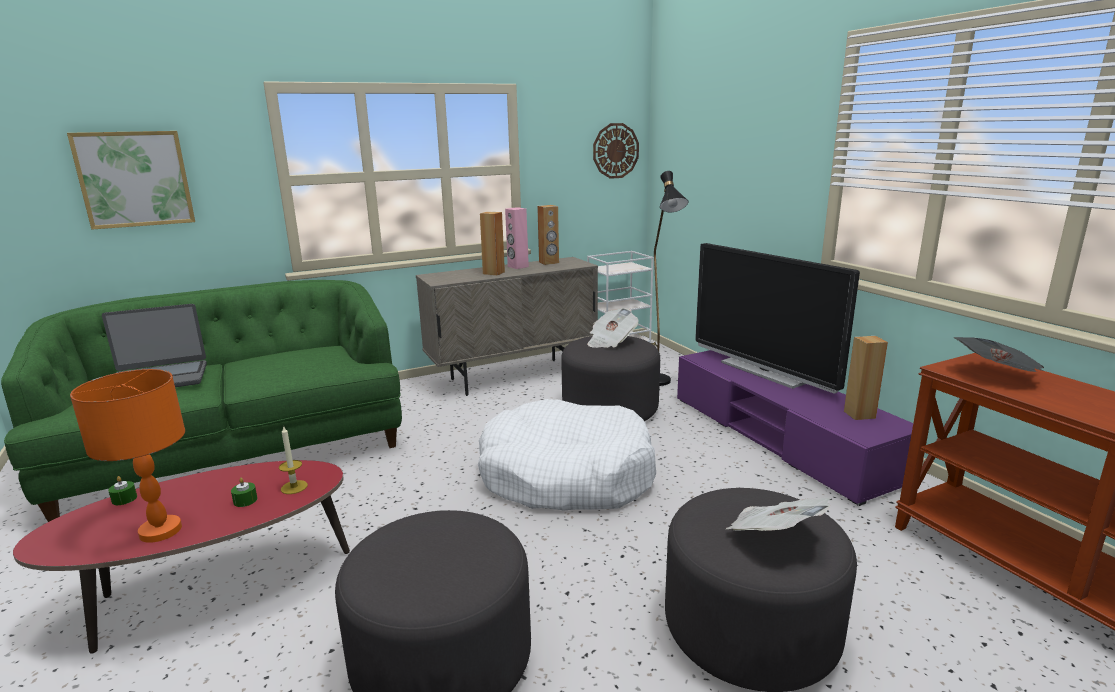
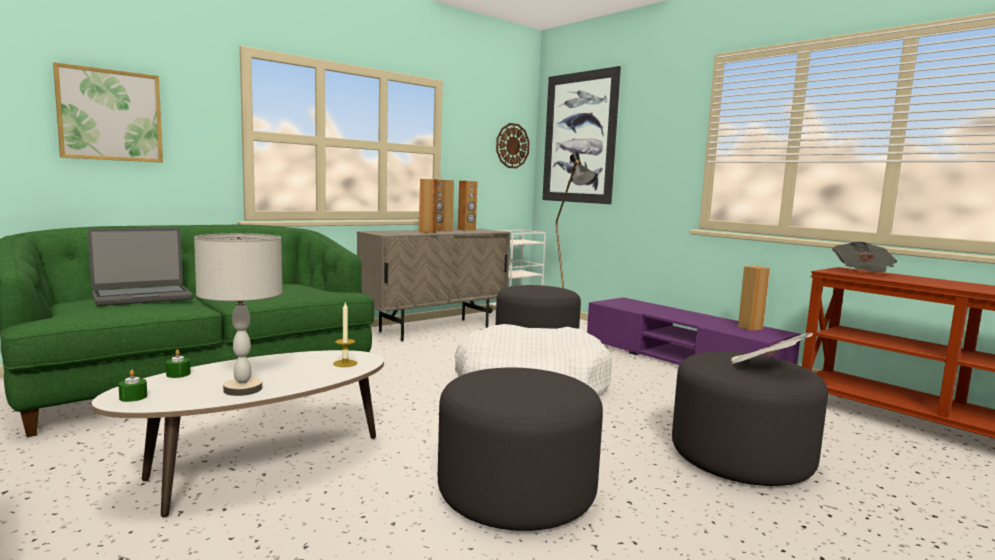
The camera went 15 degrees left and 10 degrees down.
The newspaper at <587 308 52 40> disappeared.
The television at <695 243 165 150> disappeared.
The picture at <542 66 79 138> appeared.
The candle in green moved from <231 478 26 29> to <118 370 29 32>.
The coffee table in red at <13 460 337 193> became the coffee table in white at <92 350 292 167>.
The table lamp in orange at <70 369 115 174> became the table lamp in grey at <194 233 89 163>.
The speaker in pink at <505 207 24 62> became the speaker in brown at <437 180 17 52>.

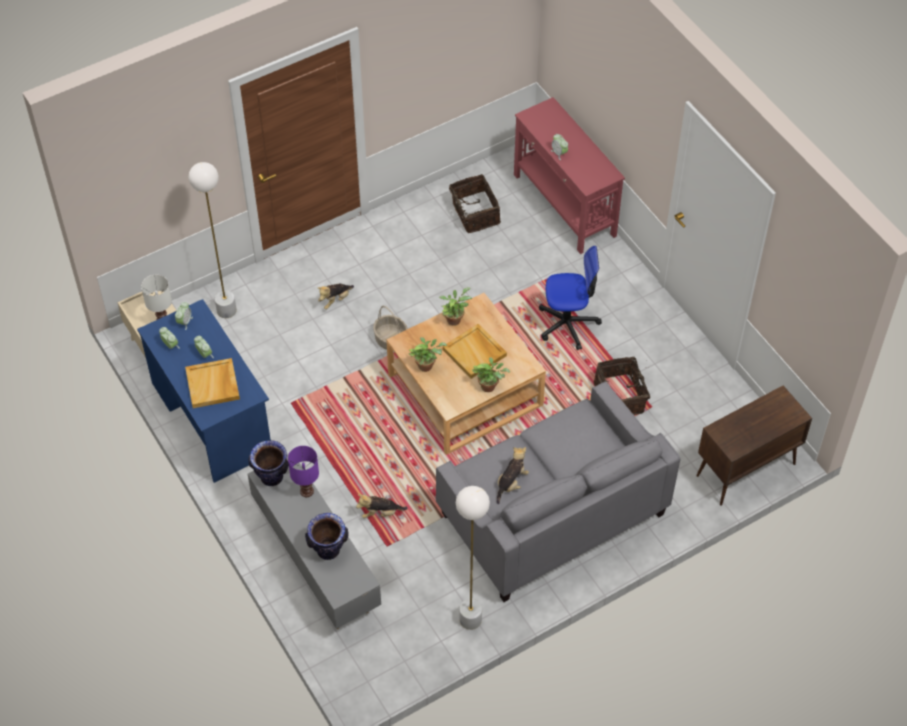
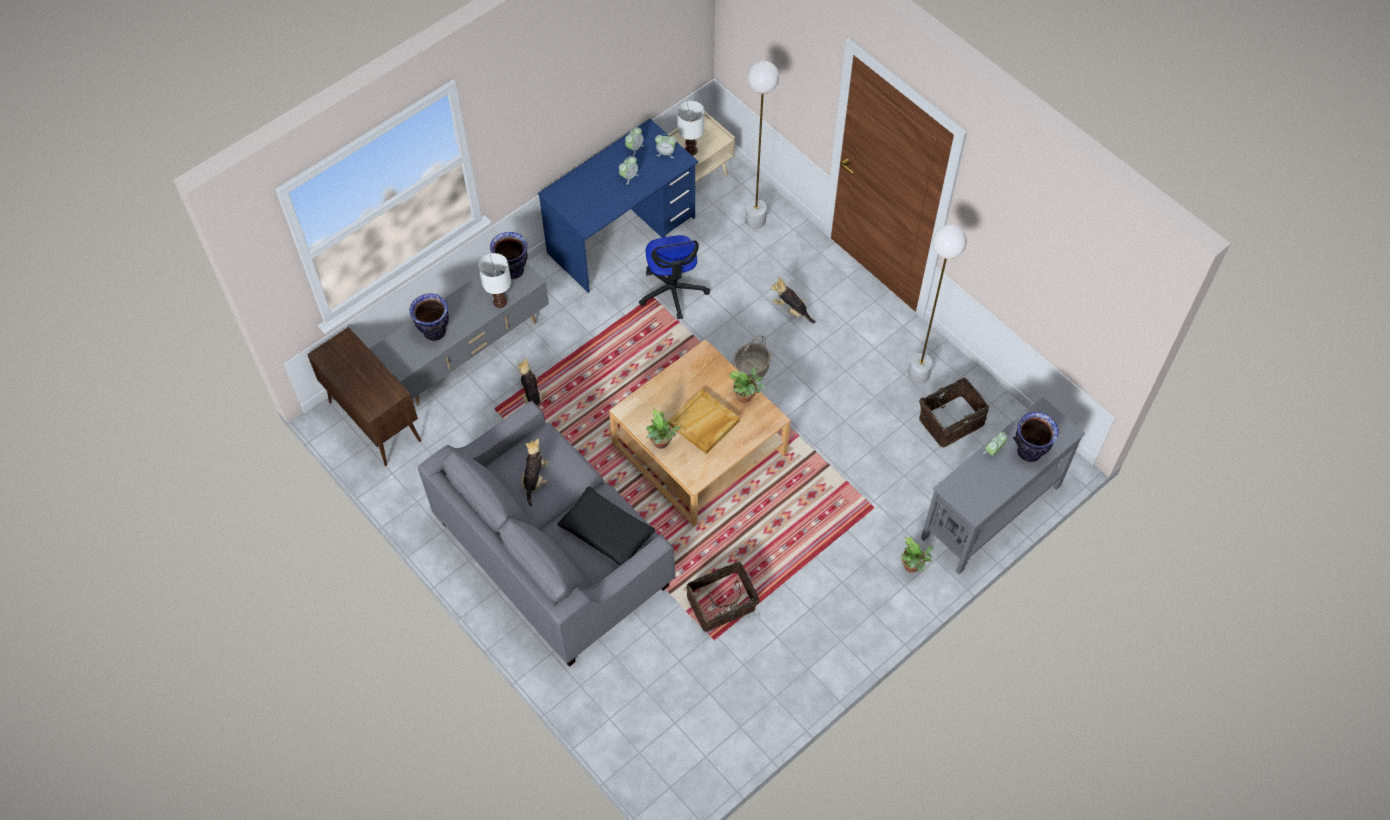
The camera went 80 degrees right and 5 degrees up.
The tray in beige at <185 358 55 50> disappeared.
The pillow in black at <557 486 98 80> appeared.
The vase at <1013 412 46 50> appeared.
The potted plant moved from <409 337 39 35> to <901 537 32 36>.
The floor lamp in white moved from <456 486 34 144> to <908 224 59 160>.
The office chair moved from <539 246 63 104> to <639 235 71 84>.
The cabinet in brown moved from <696 385 116 121> to <307 327 114 139>.
The table lamp in purple at <288 446 31 51> became the table lamp in white at <479 253 32 55>.
The console table in red at <514 97 111 157> became the console table in grey at <921 397 164 177>.
The plush toy at <497 447 32 57> turned 105 degrees counterclockwise.

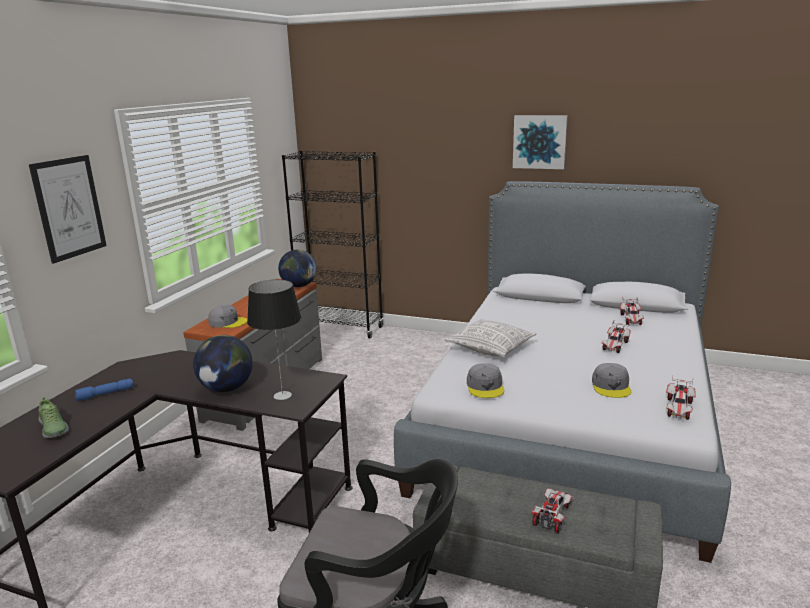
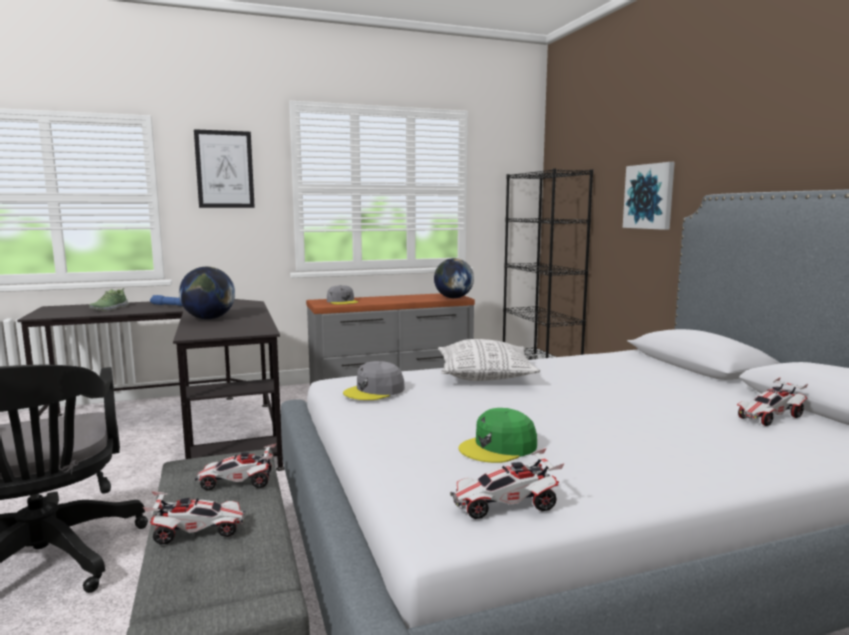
The camera went 50 degrees right and 10 degrees down.
The table lamp at <247 279 54 121> disappeared.
The picture moved from <513 115 55 54> to <623 162 52 68>.
The toy car moved from <601 321 30 32> to <195 444 81 46>.
The cap in grey at <592 363 39 35> became the cap in green at <459 408 78 55>.

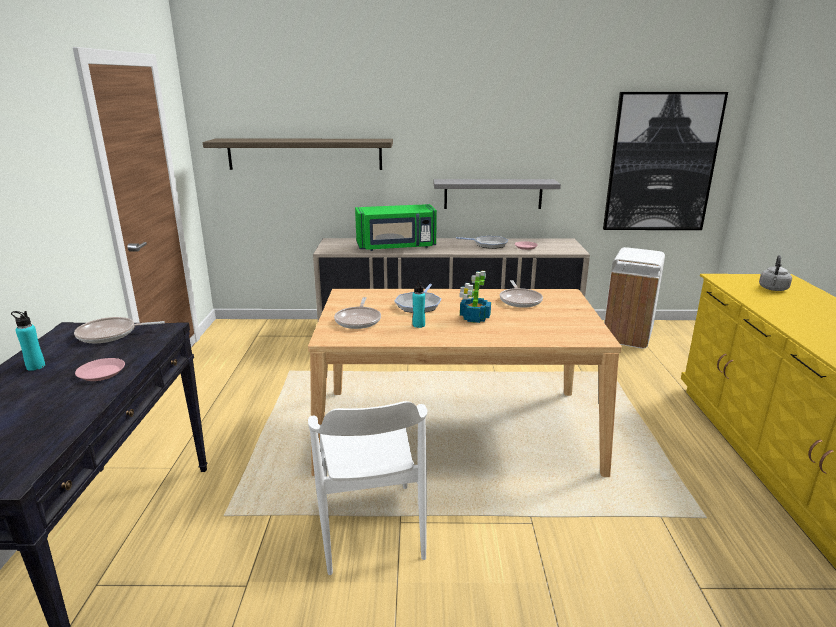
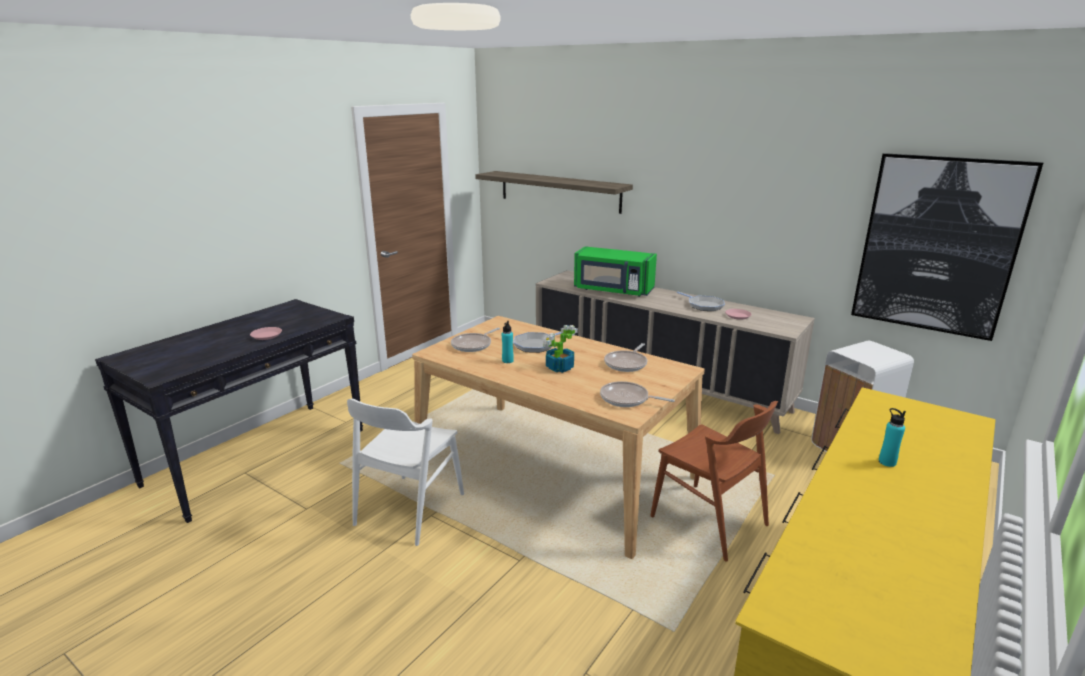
The camera went 35 degrees right and 0 degrees up.
The shelf in grey at <434 179 127 30> disappeared.
The kettle in grey at <759 255 33 36> disappeared.
The chair in brown at <650 401 128 160> appeared.
The bottle in turquoise moved from <11 311 34 60> to <879 408 27 59>.
The frying pan moved from <74 317 91 26> to <600 381 75 26>.

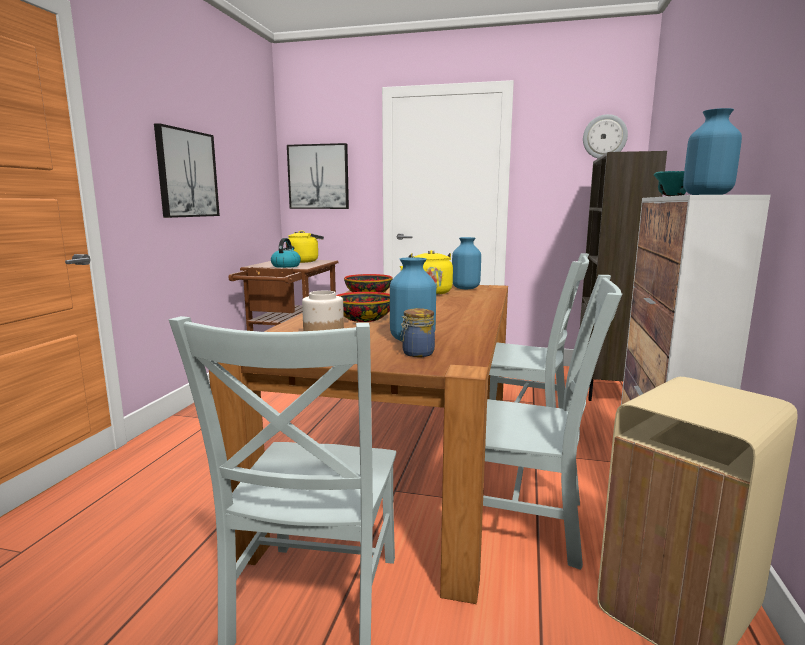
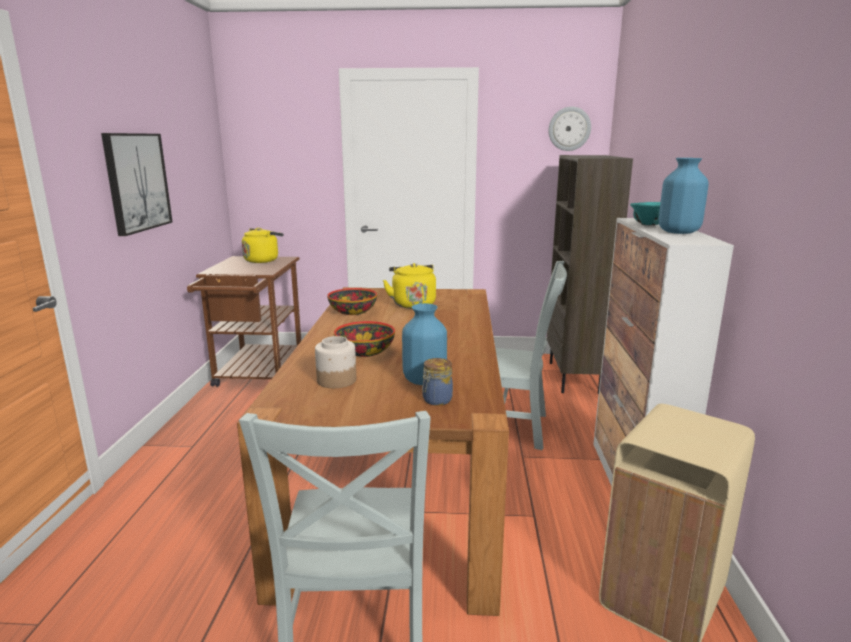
The camera went 10 degrees left and 5 degrees up.
The kettle at <271 238 30 30> disappeared.
The picture at <287 143 62 66> disappeared.
The vase in blue at <452 237 29 52> disappeared.
The chair in grey at <483 275 139 295> disappeared.

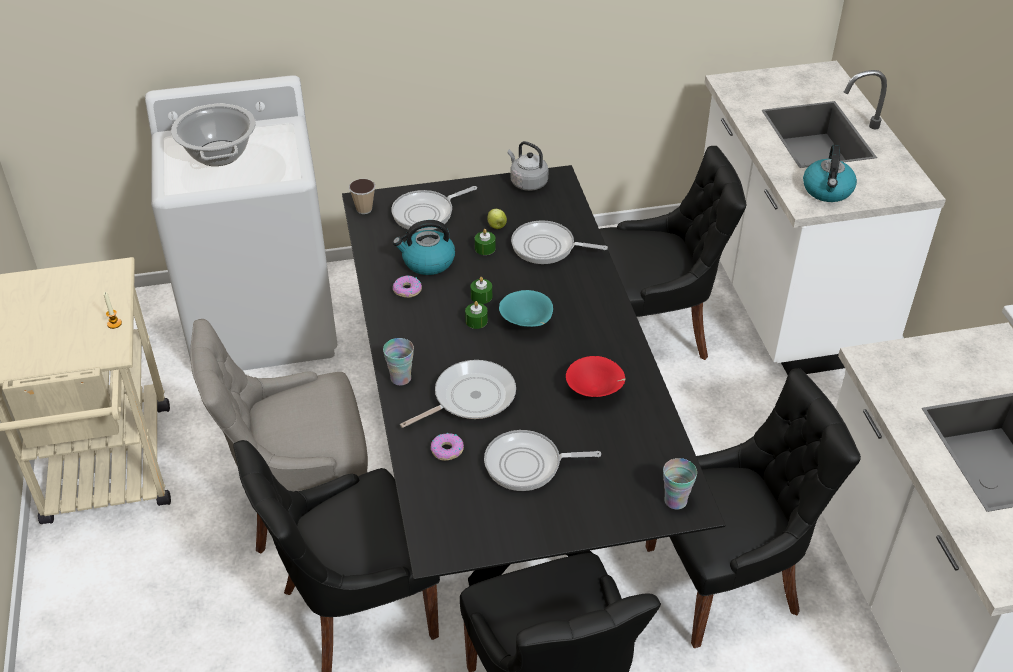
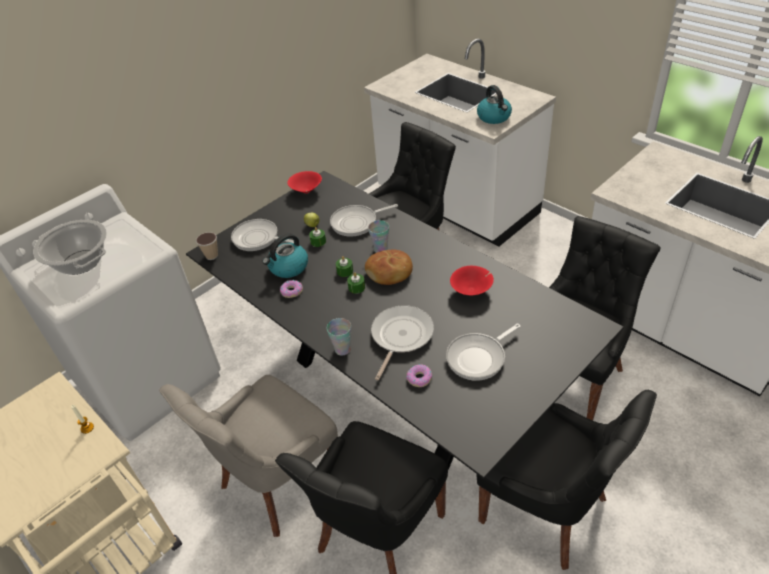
The camera went 30 degrees left and 0 degrees up.
The cup moved from <663 458 34 52> to <368 220 21 33>.
The bowl in turquoise at <499 290 54 37> was replaced by the bread at <365 250 48 35>.
The kettle in grey at <508 141 40 50> was replaced by the bowl in red at <287 171 35 23>.
The frying pan at <391 186 86 45> turned 90 degrees clockwise.

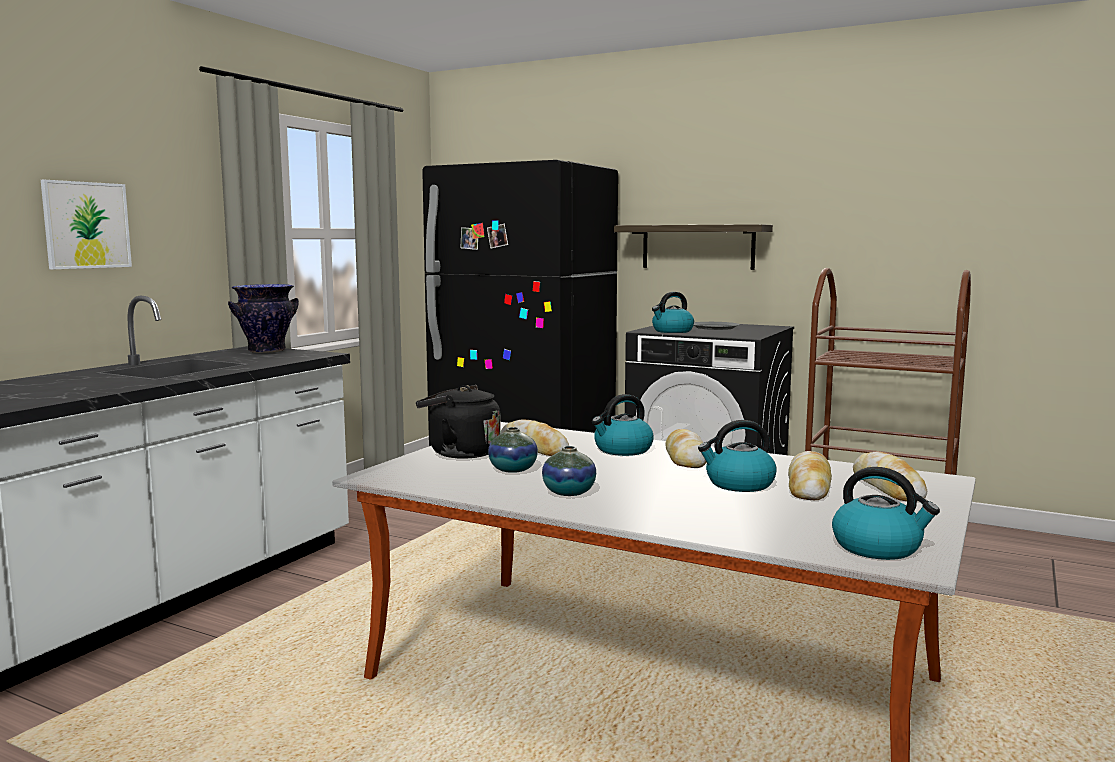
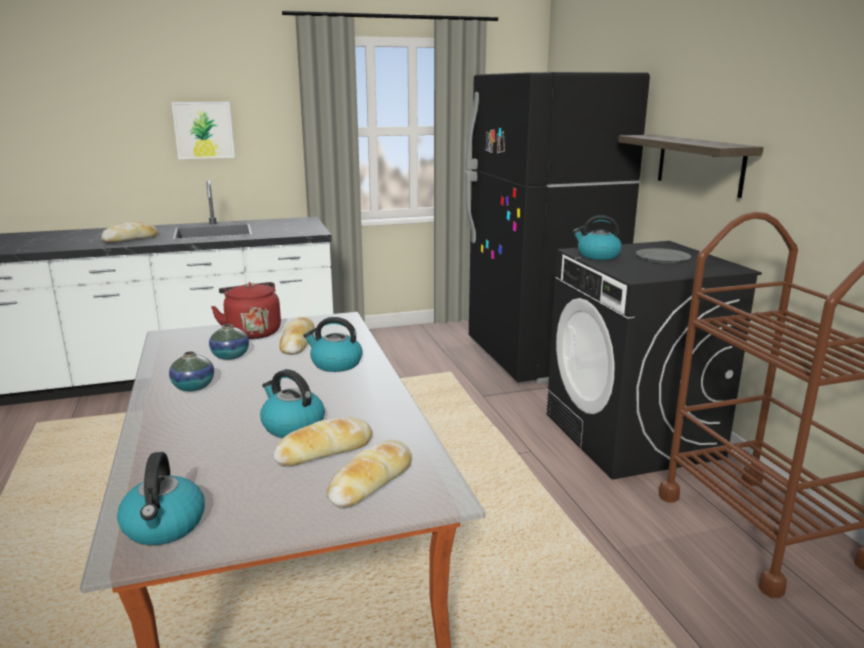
The camera went 45 degrees right and 10 degrees up.
The vase at <228 284 71 69> disappeared.
The bread moved from <665 429 42 39> to <101 221 57 21>.
The kettle in black at <416 385 85 74> became the kettle in red at <211 282 70 57>.

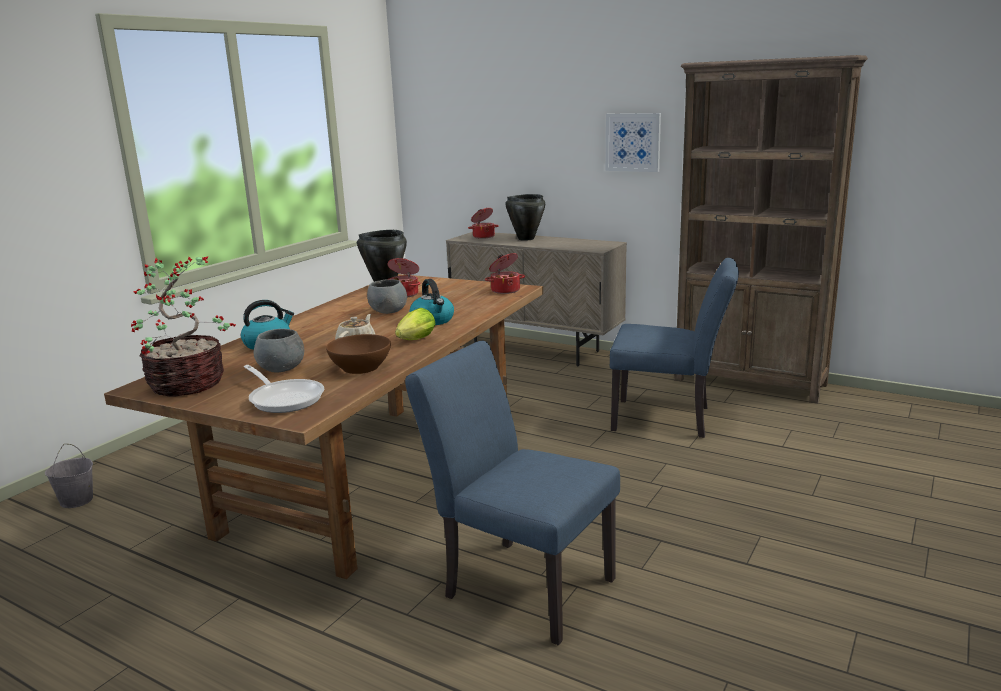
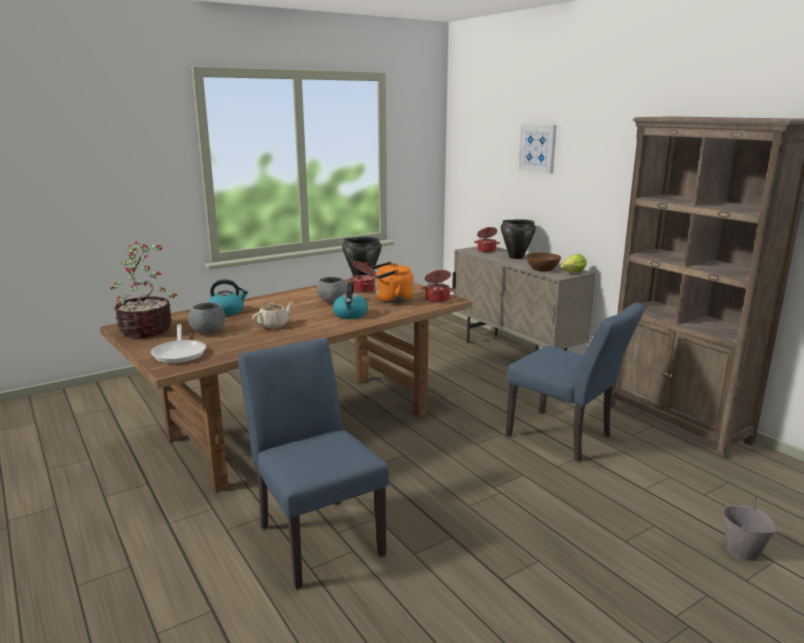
The camera went 25 degrees right and 0 degrees up.
The kettle in orange at <370 262 44 41> appeared.
The bucket in grey moved from <45 444 48 64> to <723 495 53 66>.
The bowl in brown moved from <326 334 65 40> to <526 253 35 19>.
The lettuce moved from <395 308 41 32> to <560 254 27 19>.
The picture moved from <606 113 55 59> to <518 124 39 50>.

